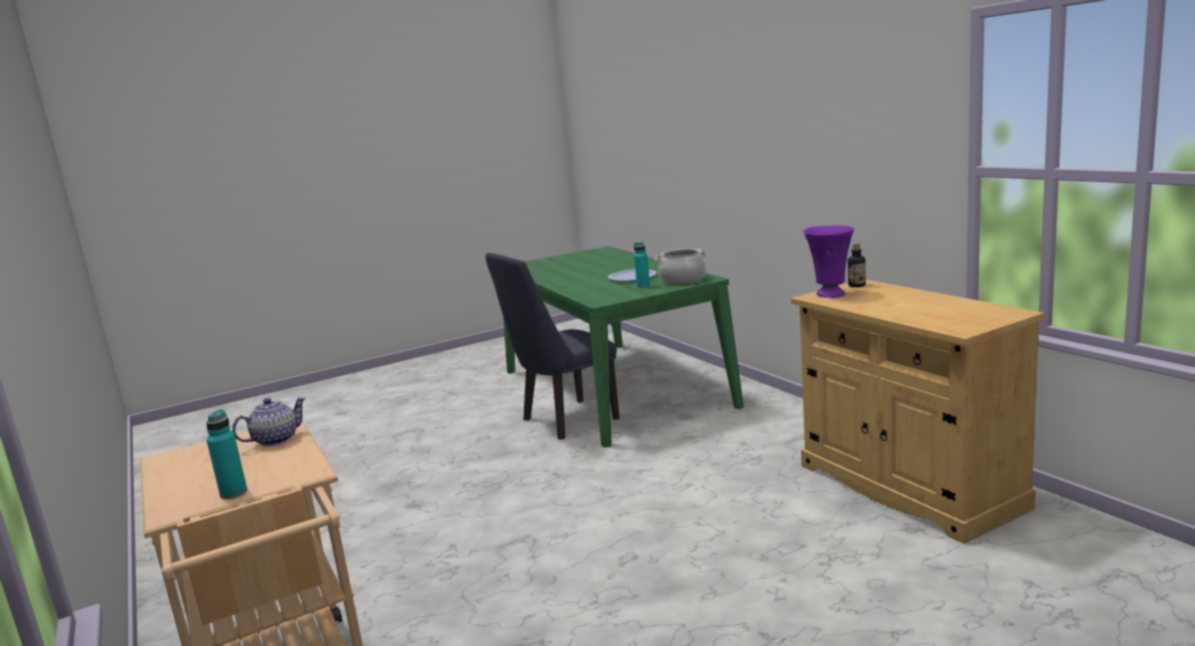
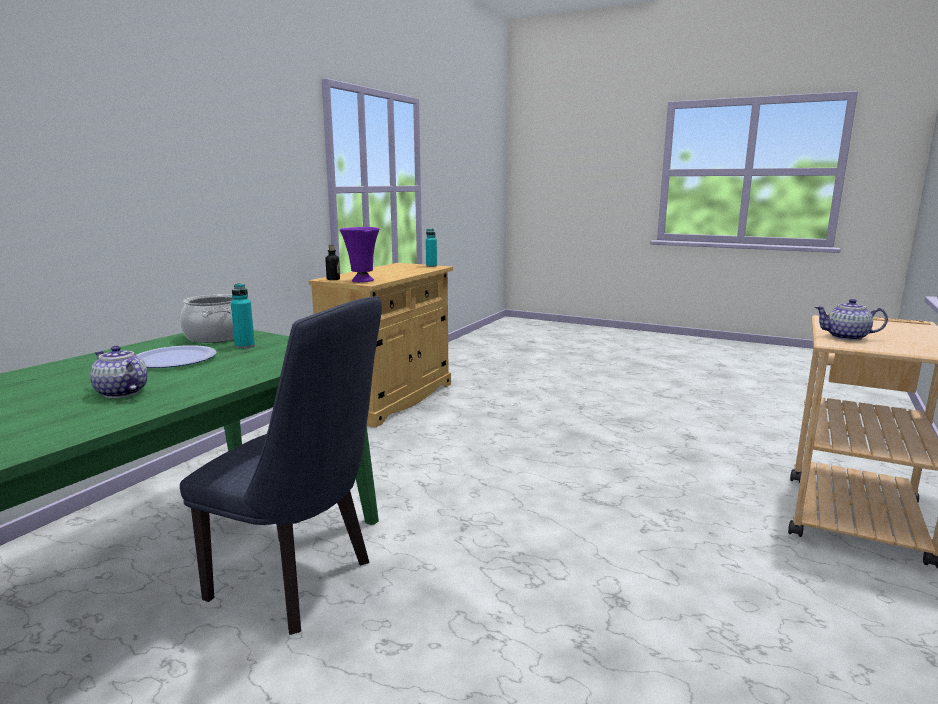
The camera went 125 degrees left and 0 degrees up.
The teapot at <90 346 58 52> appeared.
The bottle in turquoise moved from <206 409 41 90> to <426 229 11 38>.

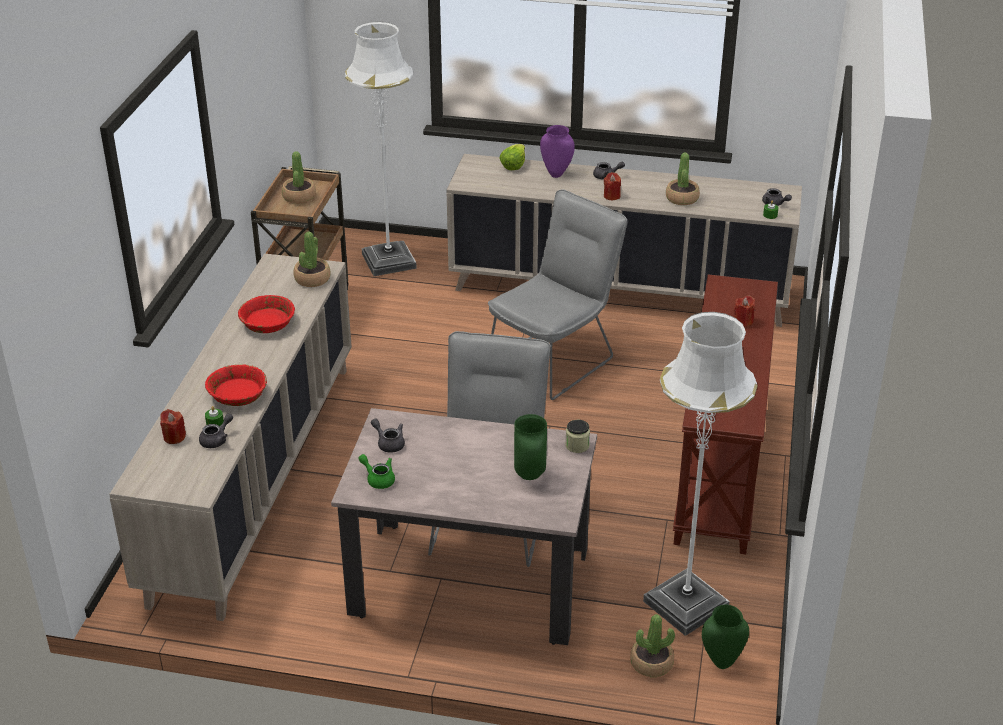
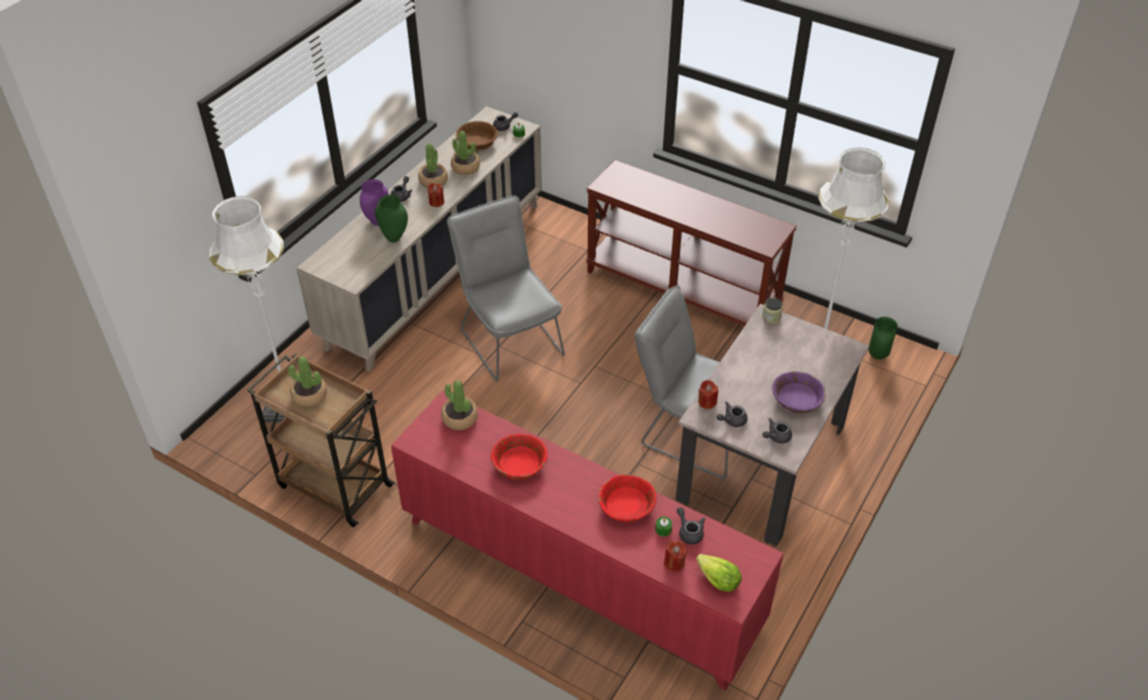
The camera went 70 degrees left and 10 degrees up.
The bowl in brown at <456 121 42 29> appeared.
The bowl in purple at <772 371 54 43> appeared.
The lettuce moved from <499 144 26 26> to <696 554 45 38>.
The vase in green moved from <514 414 33 66> to <375 195 33 48>.
The potted plant moved from <630 614 45 63> to <418 143 30 45>.
The candle in red moved from <734 295 21 32> to <698 380 20 29>.
The cabinet in beige at <109 253 243 368> became the cabinet in red at <391 390 393 300>.
The teapot in green at <358 454 37 35> became the teapot in grey at <762 418 30 26>.

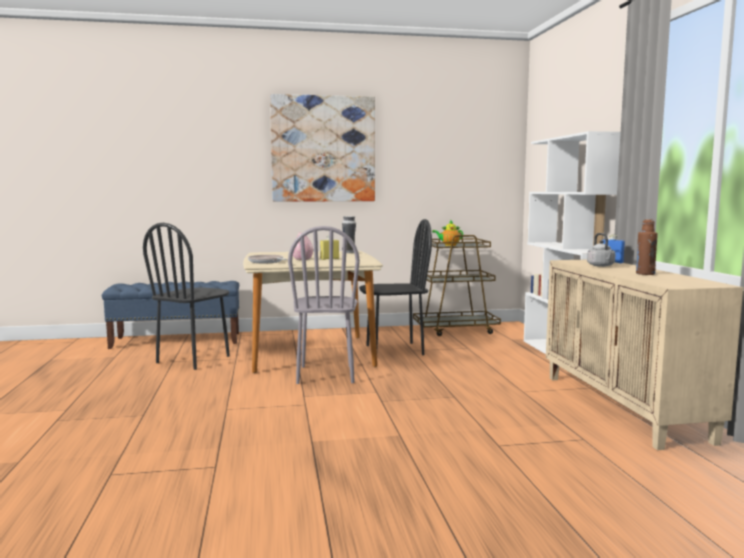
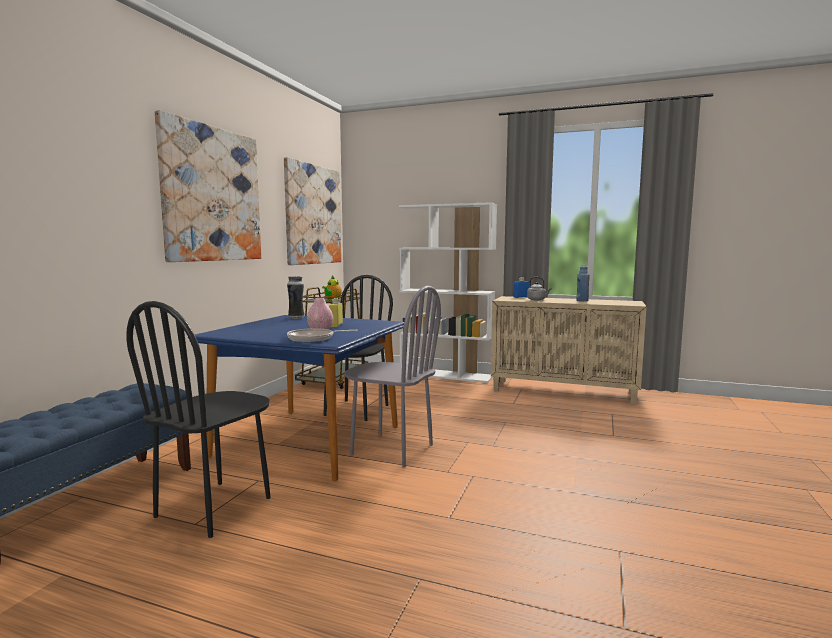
The camera went 60 degrees left and 0 degrees up.
The picture at <284 157 57 108> appeared.
The dining table in beige at <243 251 140 122> became the dining table in blue at <188 315 216 166>.
The bottle in brown at <636 219 22 56> became the bottle in blue at <576 265 14 37>.
The chair in black at <143 223 87 147> turned 60 degrees clockwise.

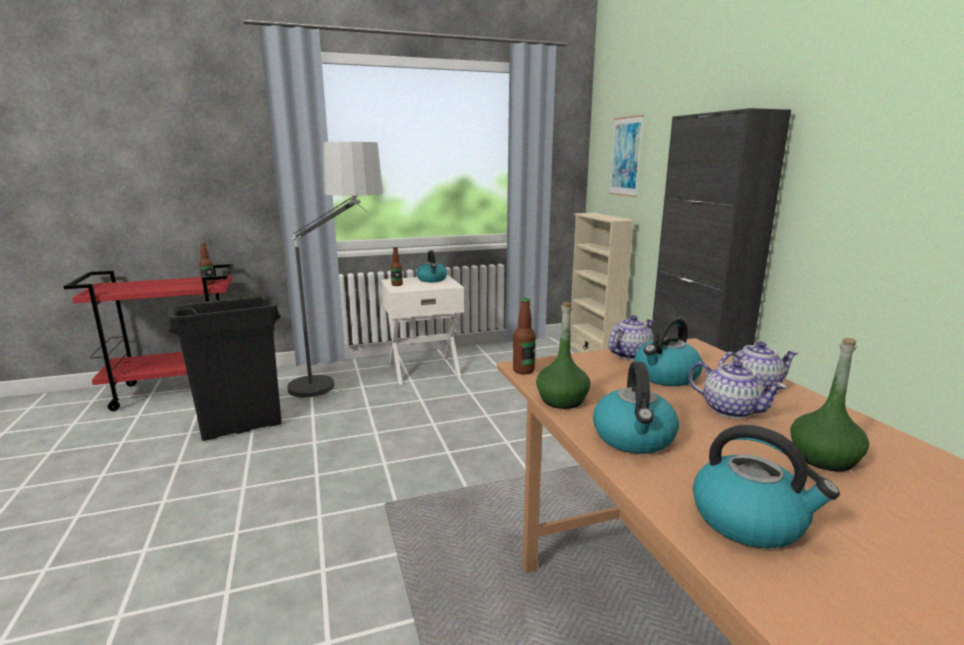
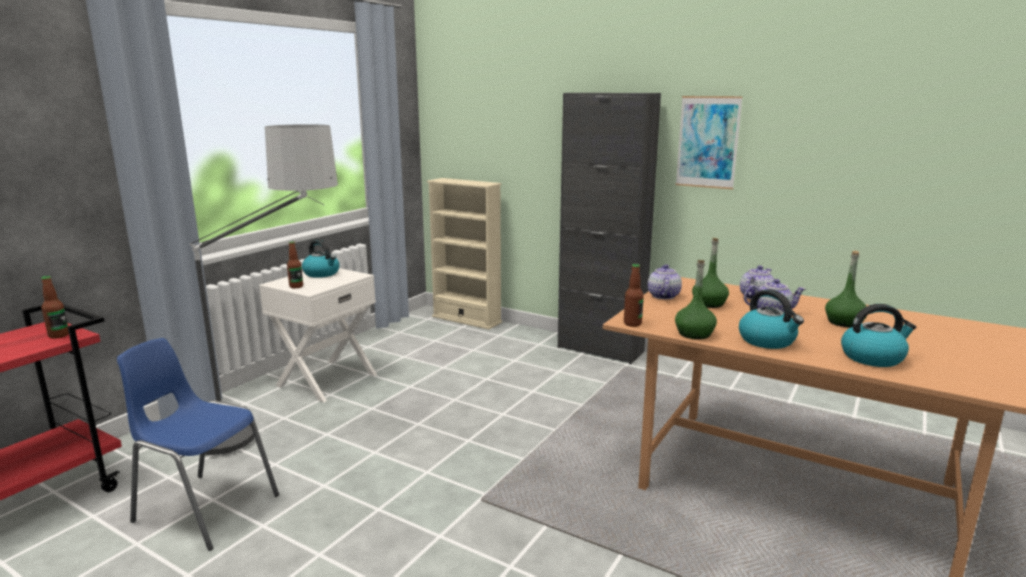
The camera went 40 degrees left and 0 degrees up.
The picture moved from <609 115 35 82> to <676 96 67 93>.
The trash can in black at <168 295 114 146> was replaced by the chair in blue at <117 338 162 213>.
The kettle at <635 317 68 69> was replaced by the bottle in green at <692 238 37 70>.

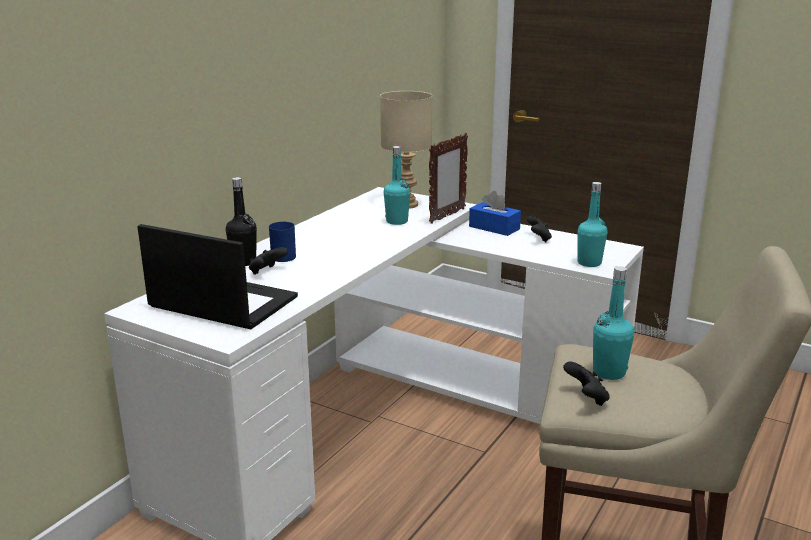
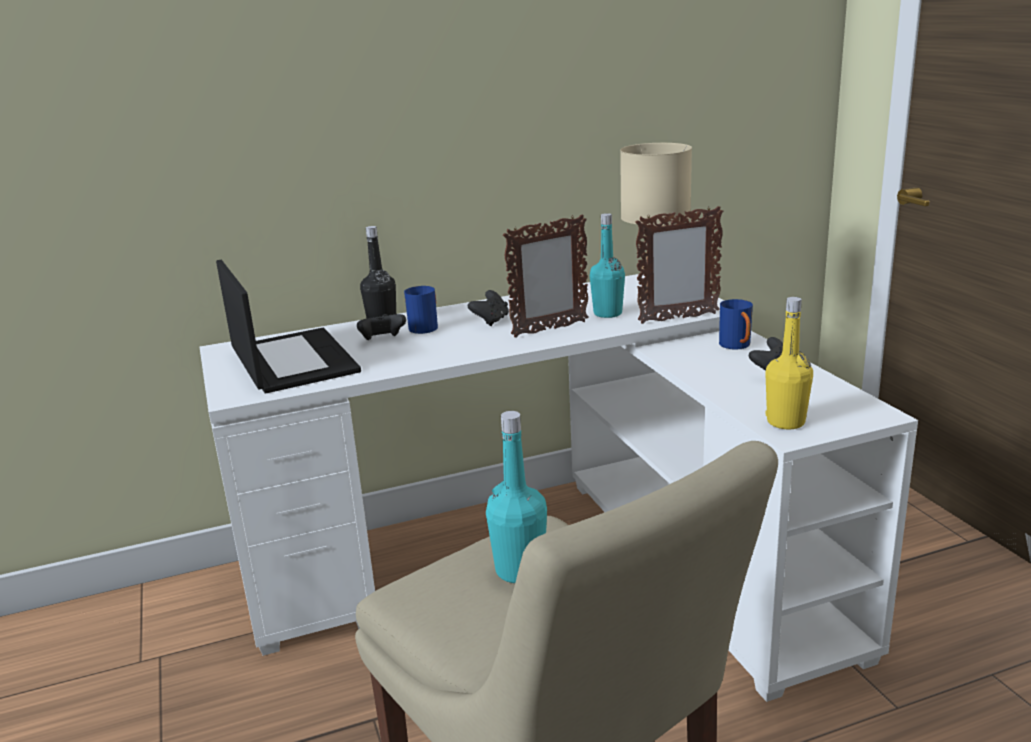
The camera went 40 degrees right and 0 degrees up.
The picture frame at <503 215 86 123> appeared.
The game controller in black moved from <563 362 47 44> to <468 290 41 36>.
The tissue box in blue at <469 191 52 45> was replaced by the mug in blue at <719 299 34 51>.
The bottle in turquoise at <578 182 29 85> became the bottle in yellow at <765 297 48 132>.

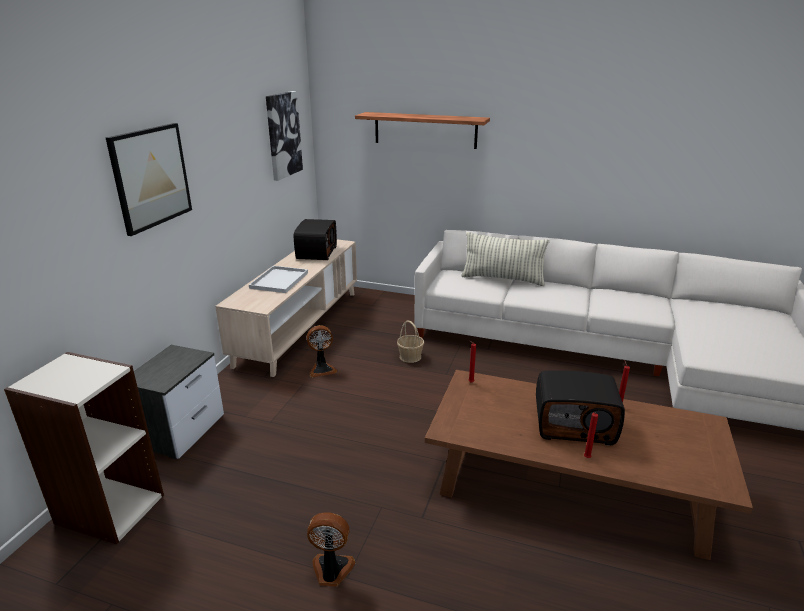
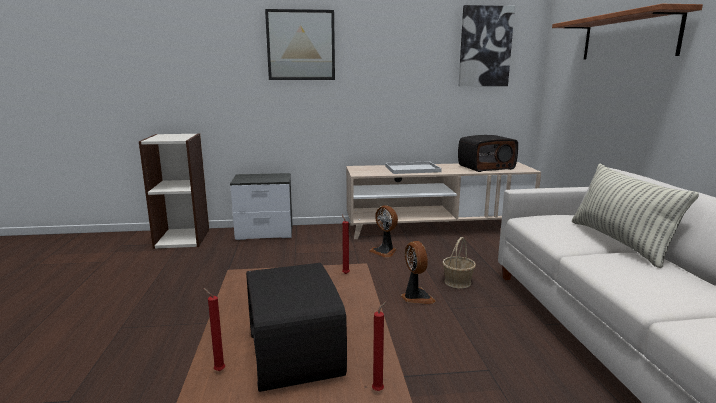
The camera went 65 degrees right and 10 degrees down.
The fan moved from <307 512 48 75> to <401 241 35 63>.

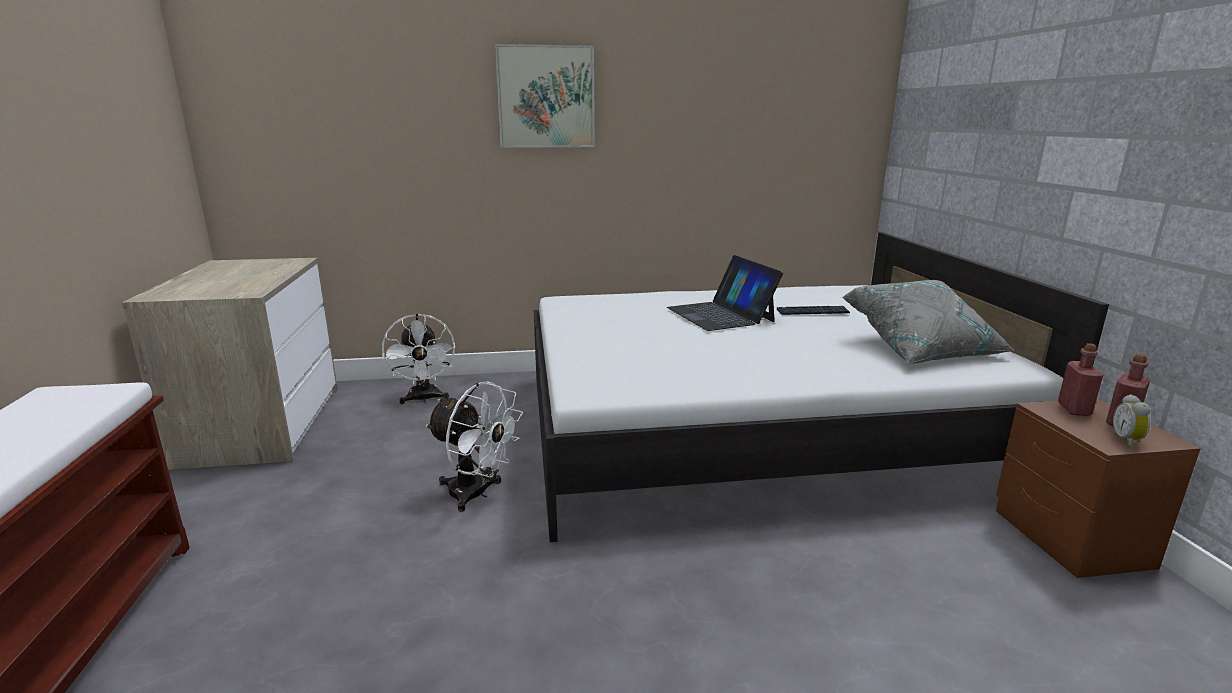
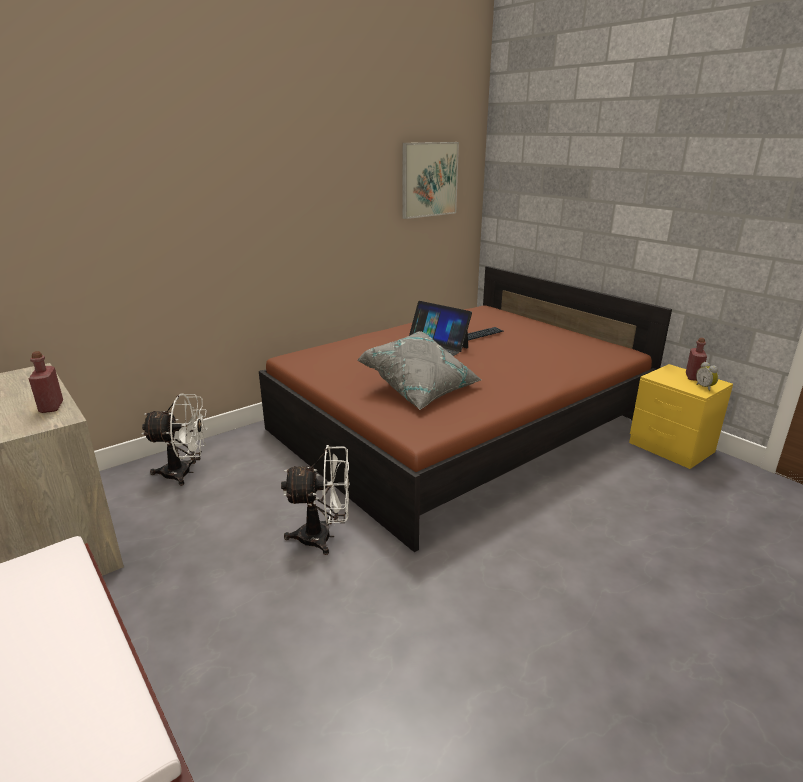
The camera went 30 degrees left and 5 degrees up.
The picture moved from <495 44 100 104> to <402 142 57 77>.
The pillow in grey moved from <842 280 173 84> to <357 331 124 79>.
The bottle in red moved from <1058 343 45 73> to <29 351 34 62>.
The bed in white at <534 232 575 310> became the bed in brown at <259 266 413 286>.
The nightstand in brown at <996 398 205 180> became the nightstand in yellow at <629 364 104 105>.
The fan in white at <382 313 73 91> turned 45 degrees counterclockwise.

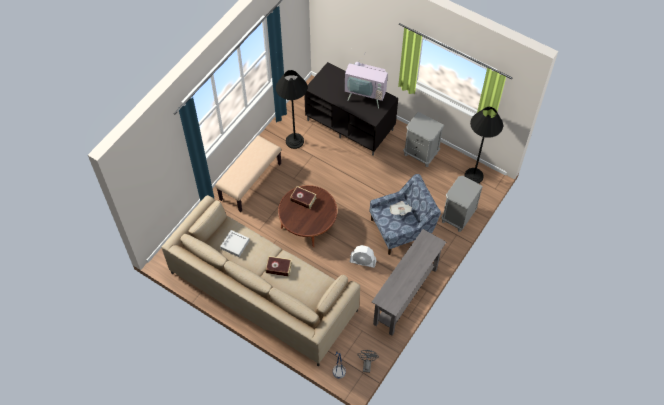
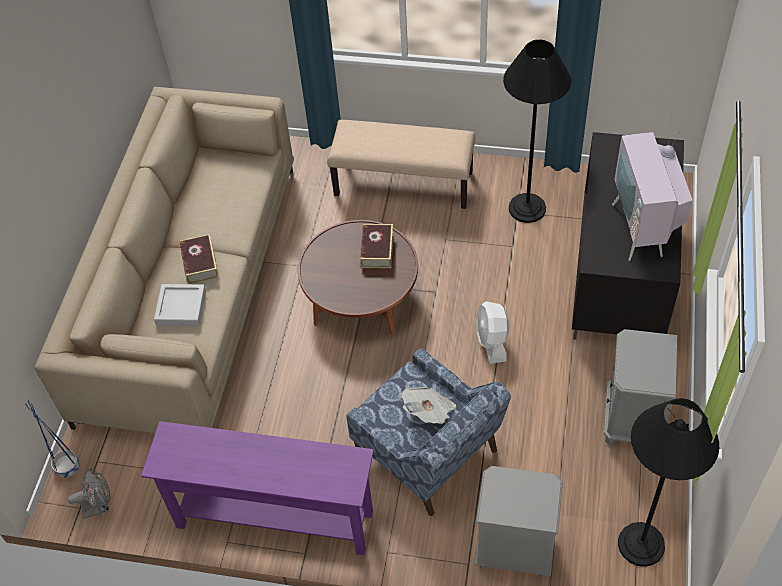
The camera went 70 degrees right and 5 degrees down.
The tray in grey moved from <220 230 30 27> to <154 284 52 42>.
The fan in white moved from <350 245 27 23> to <476 301 34 63>.
The console table in grey at <372 229 74 106> became the console table in purple at <141 421 233 134>.

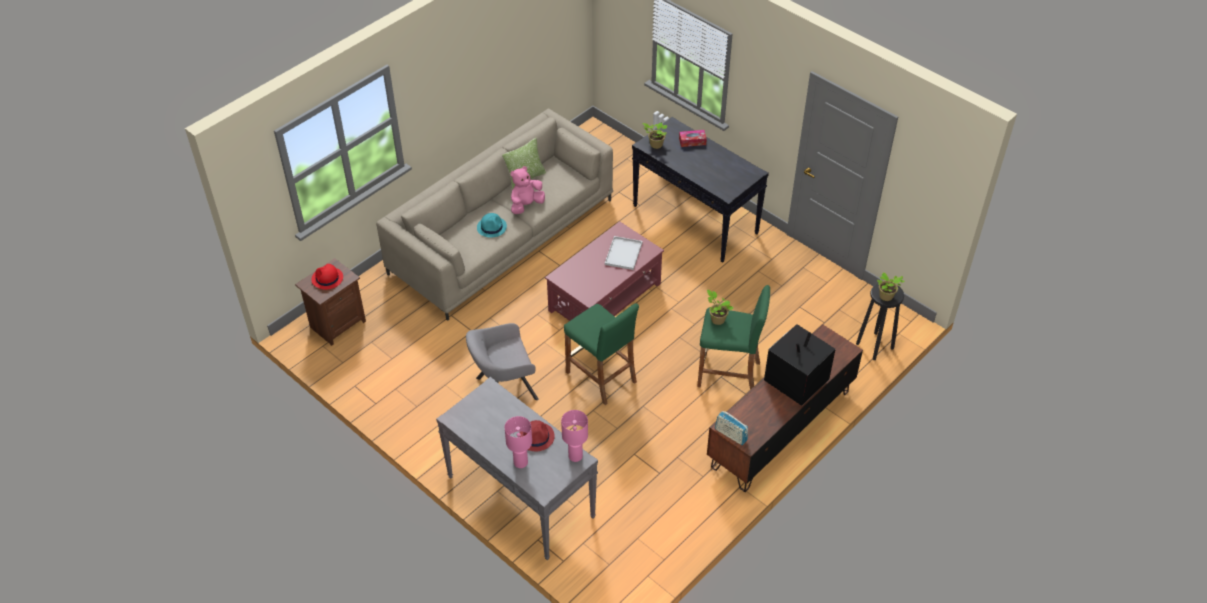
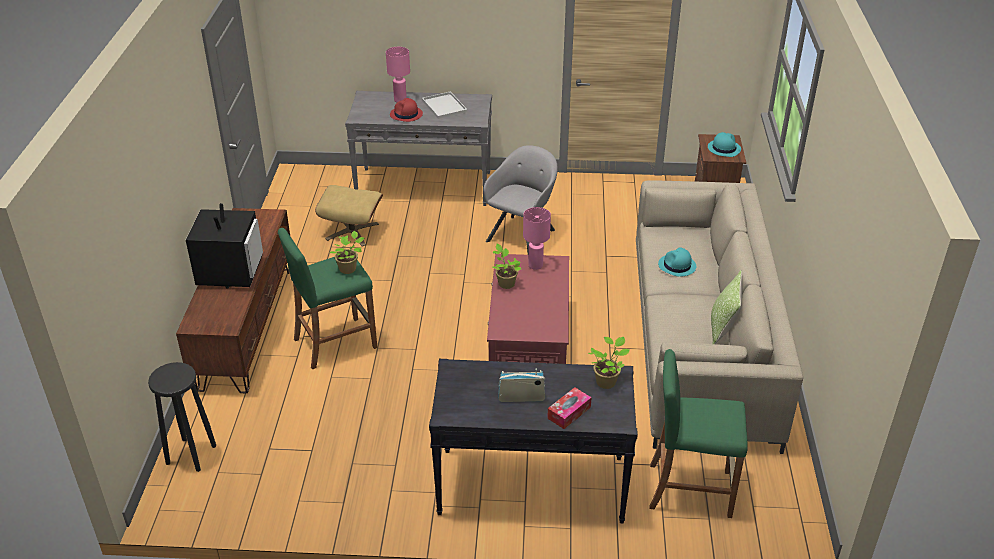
The camera went 140 degrees right and 10 degrees down.
The plush toy in pink at <510 166 35 48> disappeared.
The ottoman in beige at <315 185 68 62> appeared.
The table lamp in pink moved from <561 410 27 52> to <523 207 28 63>.
The stool in green moved from <564 303 75 102> to <649 349 99 169>.
The tray in white moved from <605 236 37 34> to <422 92 45 27>.
The radio moved from <715 411 33 34> to <498 368 47 34>.
The potted plant moved from <877 272 28 29> to <492 244 29 45>.
The hat in red at <311 264 32 26> became the hat in turquoise at <708 132 33 25>.

